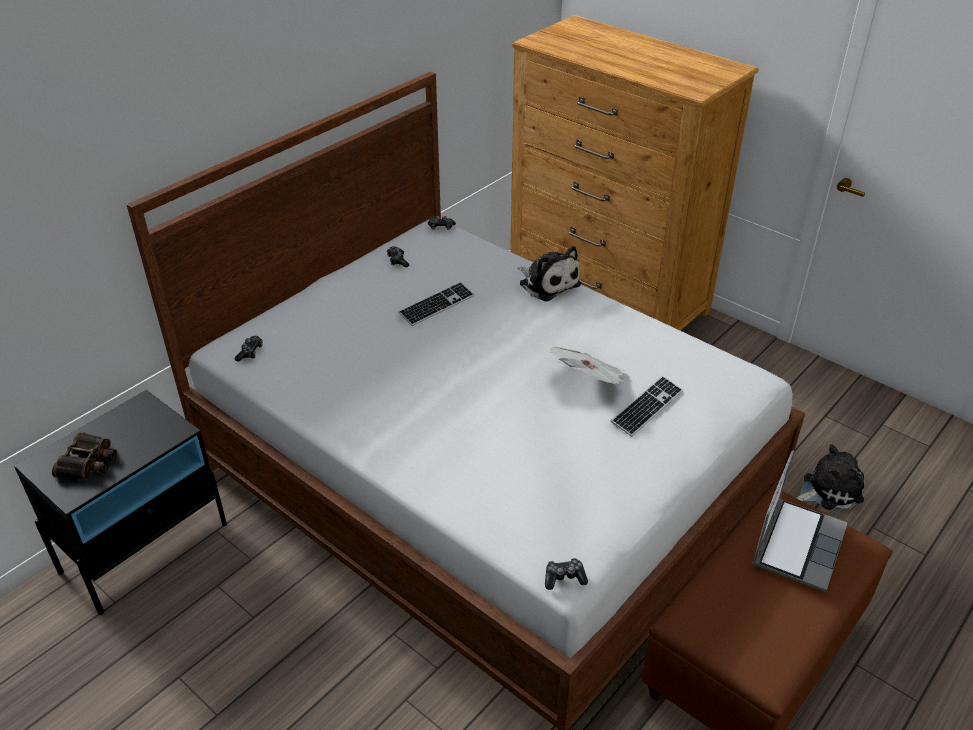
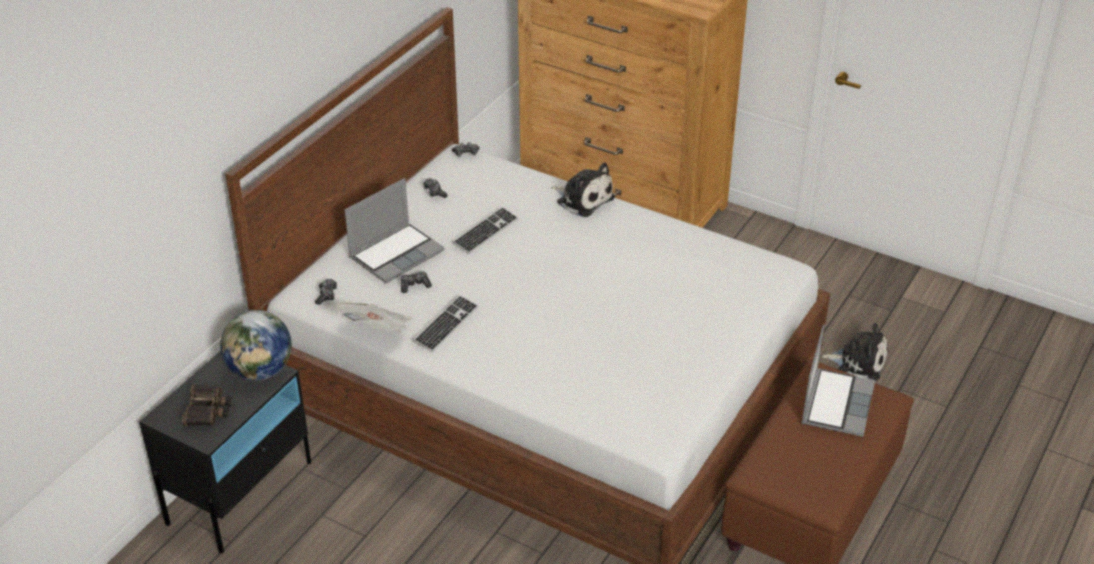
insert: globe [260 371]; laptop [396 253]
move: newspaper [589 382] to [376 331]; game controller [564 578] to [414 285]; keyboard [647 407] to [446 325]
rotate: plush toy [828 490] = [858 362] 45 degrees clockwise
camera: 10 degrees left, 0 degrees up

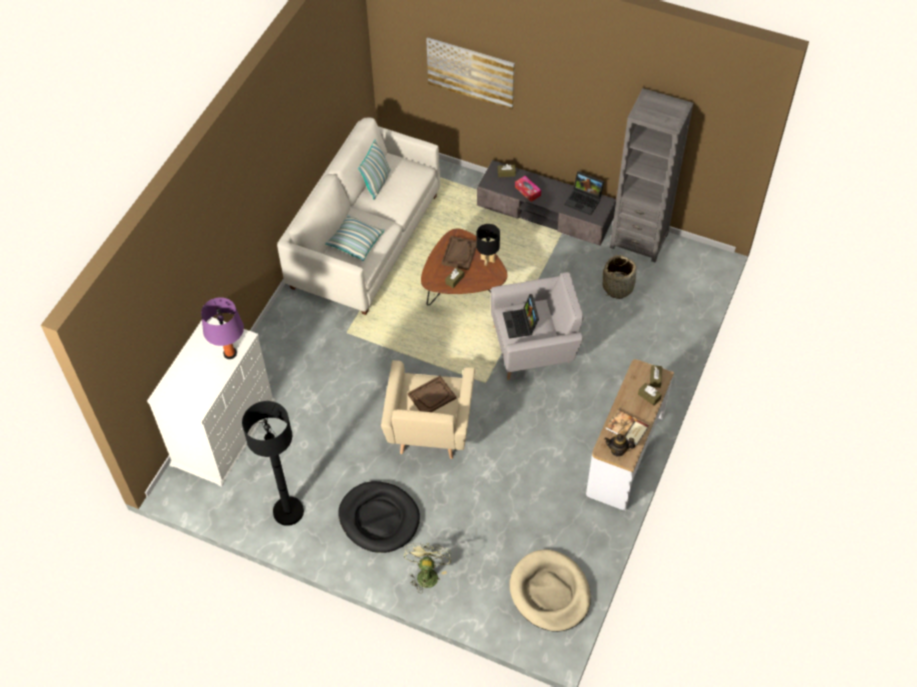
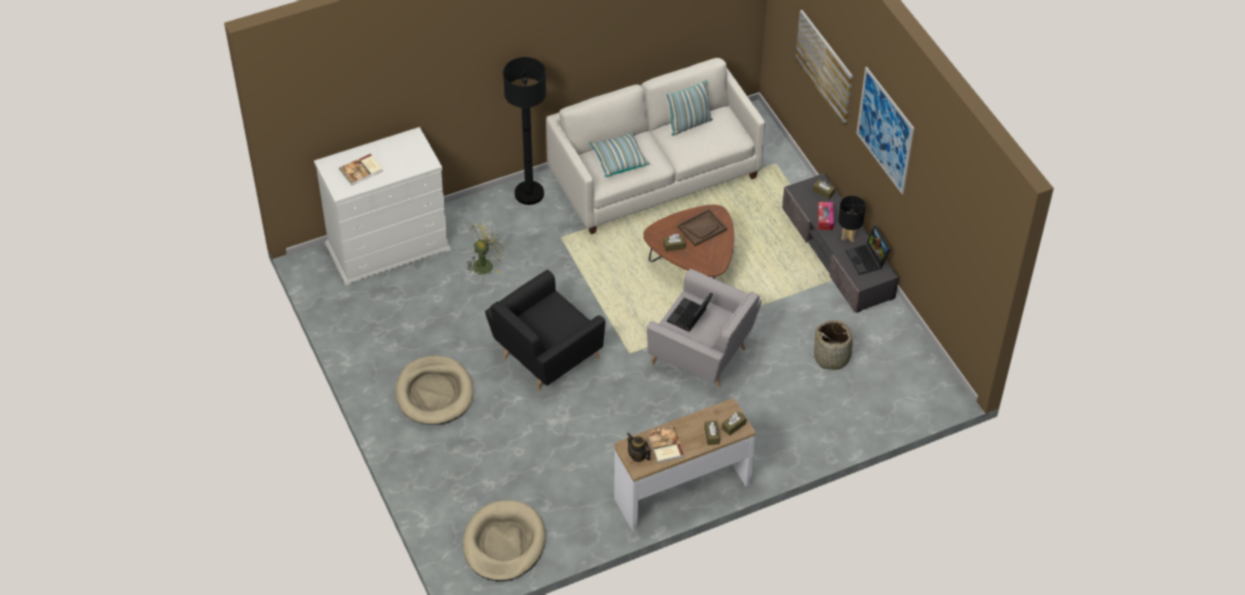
delete: purple table lamp [230 354]; brown tray [432 396]; grey bookcase [639 240]
insert: book [361 170]; picture [885 130]
move: green fan [427 573] to [485 264]; black floor lamp [288 511] to [529 193]; black table lamp [488 260] to [848 236]
recolor: black dog bed [379 518] to beige dog bed [434 393]; beige armchair [430 429] to black armchair [545 356]
camera: 40 degrees right, 5 degrees down

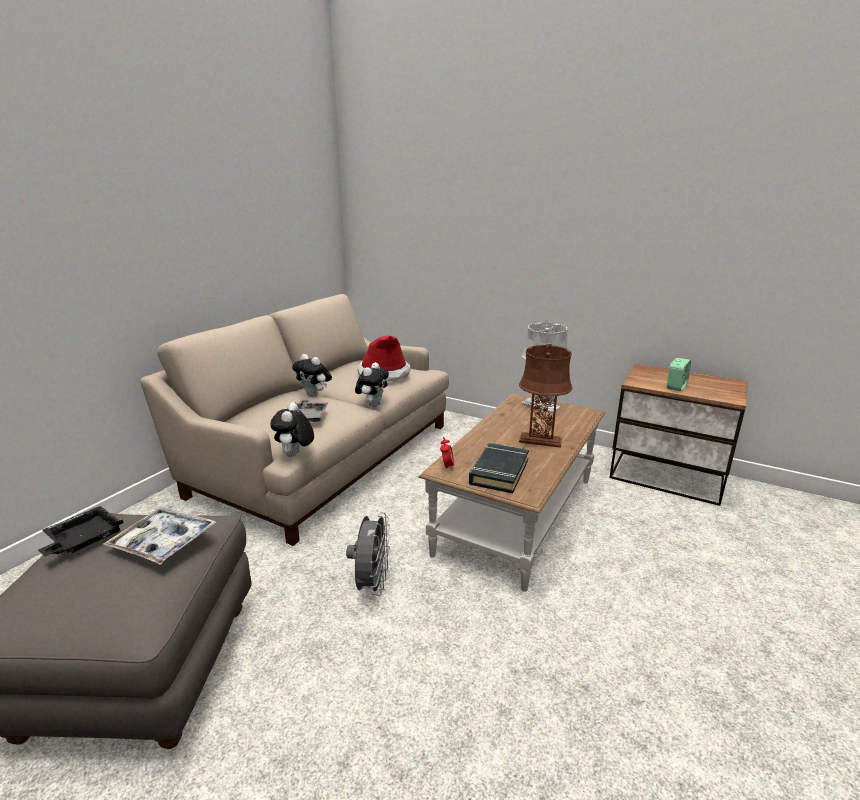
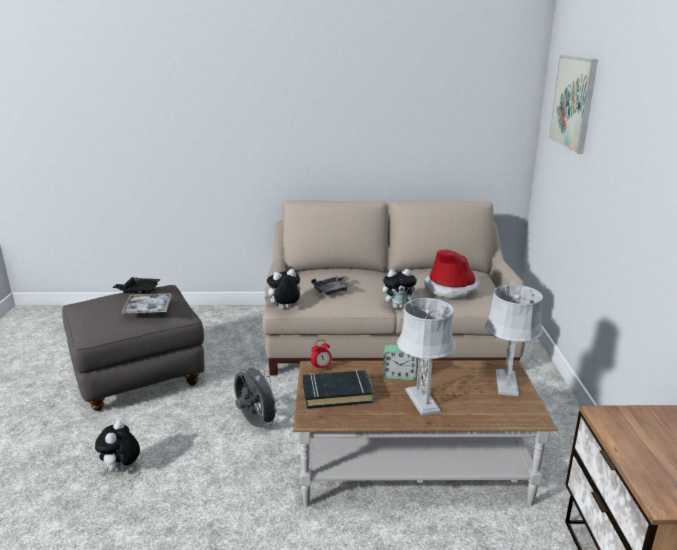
insert: picture [573 102]
move: plush toy [314 395] to [121 469]; alarm clock [676 387] to [399 375]
recolor: brown table lamp [540 441] to grey table lamp [422 401]
rotate: grey fan [372 584] = [255 424] 105 degrees counterclockwise
camera: 60 degrees right, 0 degrees up

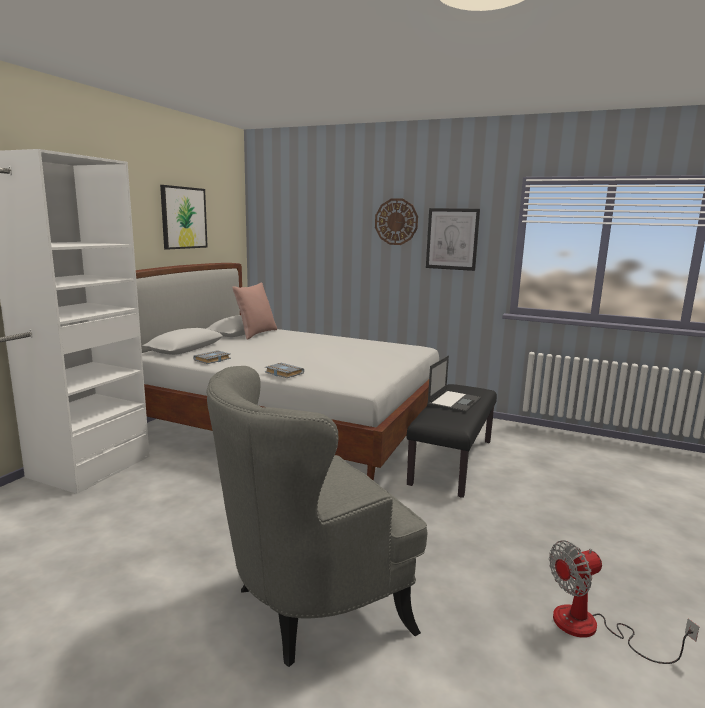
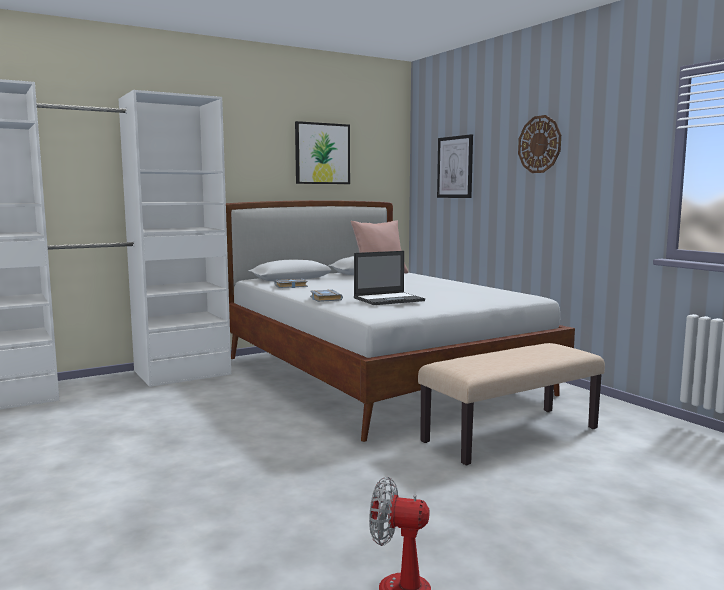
delete: grey armchair [309 606]
move: laptop [454 401] to [389 299]; picture [452 239] to [455 167]
recolor: black bench [451 461] to beige bench [511 434]
camera: 35 degrees right, 5 degrees down

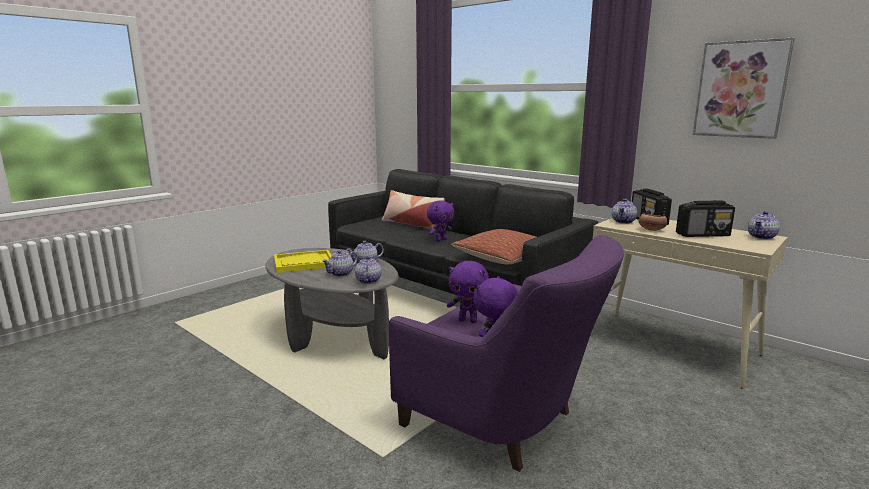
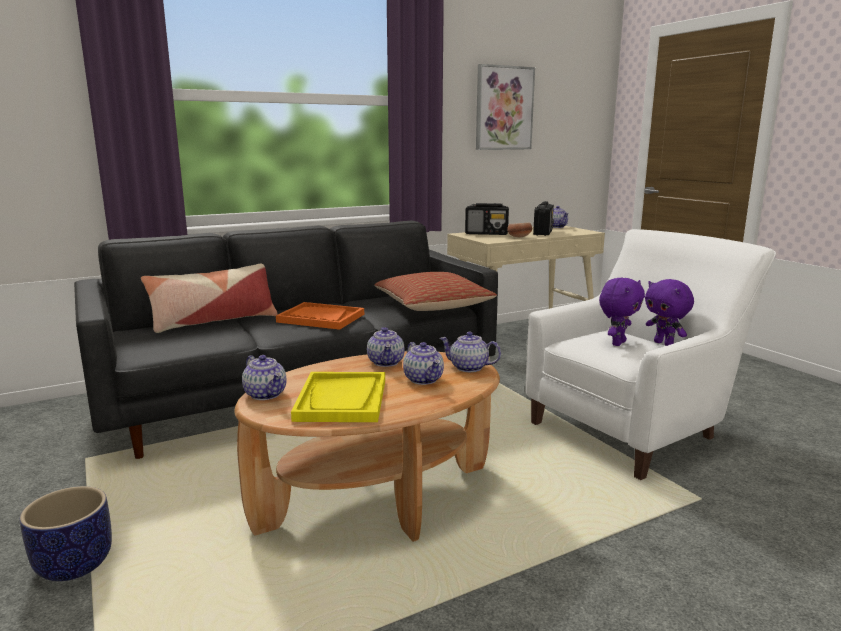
insert: planter [74 564]
move: teapot [623 221] to [266 394]
replace: purple plush toy [440 240] to orange tray [320 318]
recolor: grey coffee table [334 336] to brown coffee table [377 499]; purple armchair [503 422] to white armchair [636 429]
camera: 70 degrees left, 0 degrees up

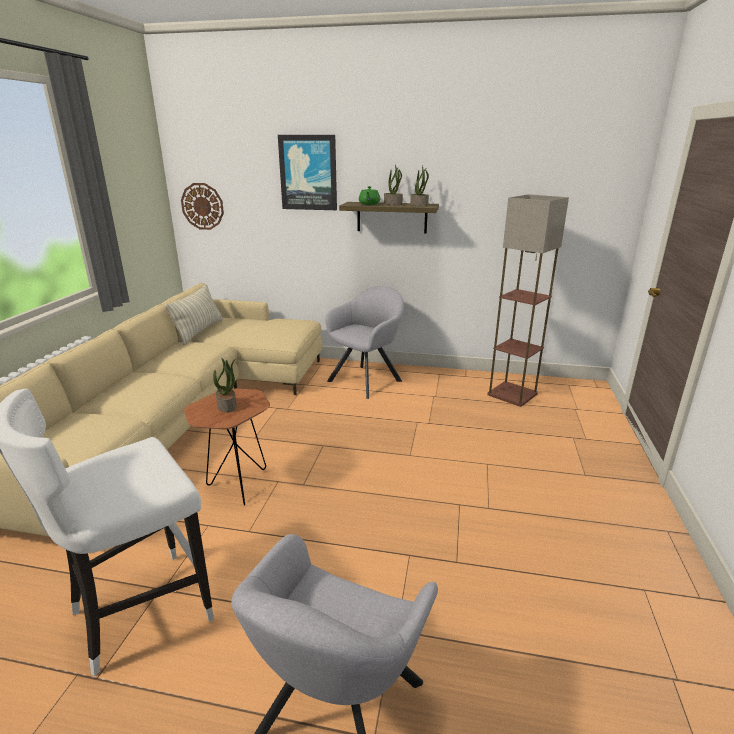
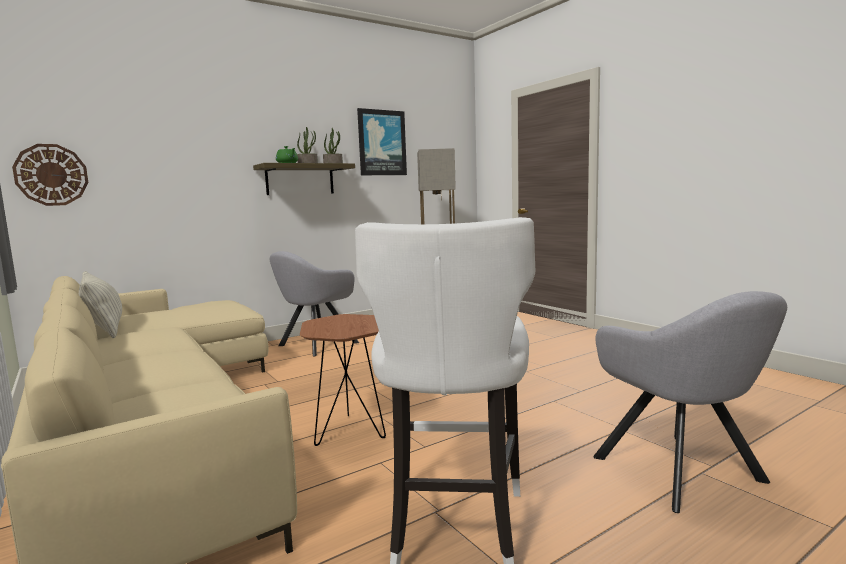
delete: potted plant [227 406]
move: picture [308 173] to [382 143]
rotate: grey armchair [367 379] = [314 345] 135 degrees counterclockwise
camera: 45 degrees left, 15 degrees down

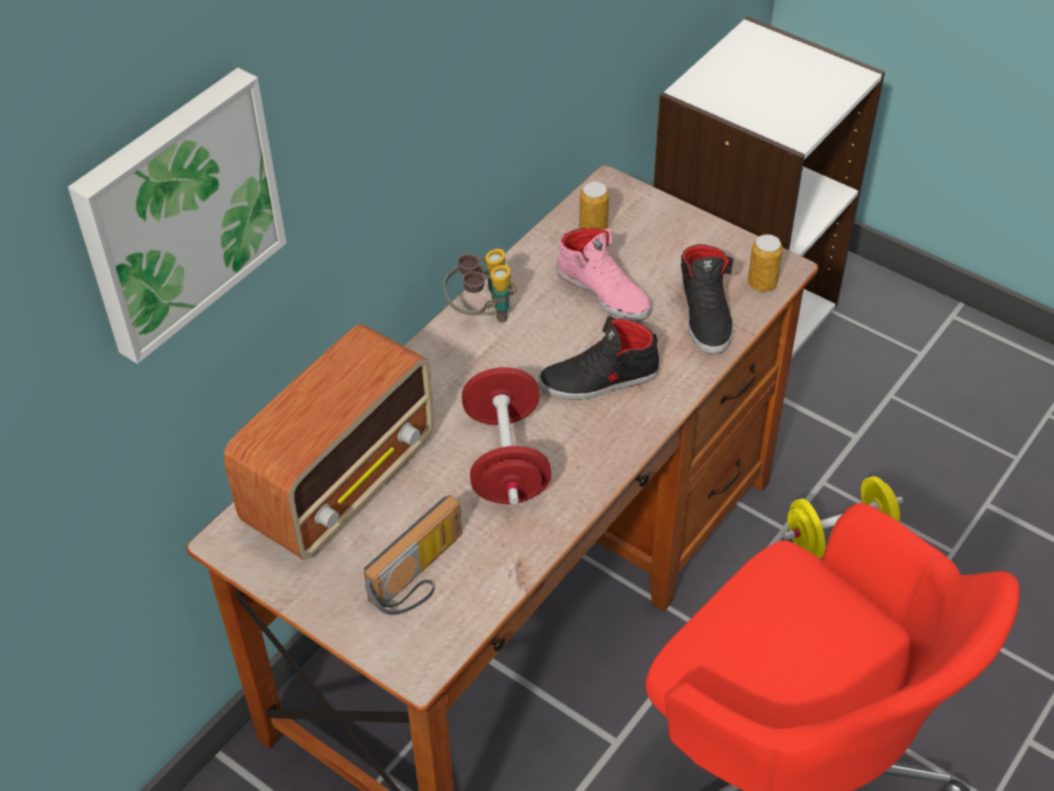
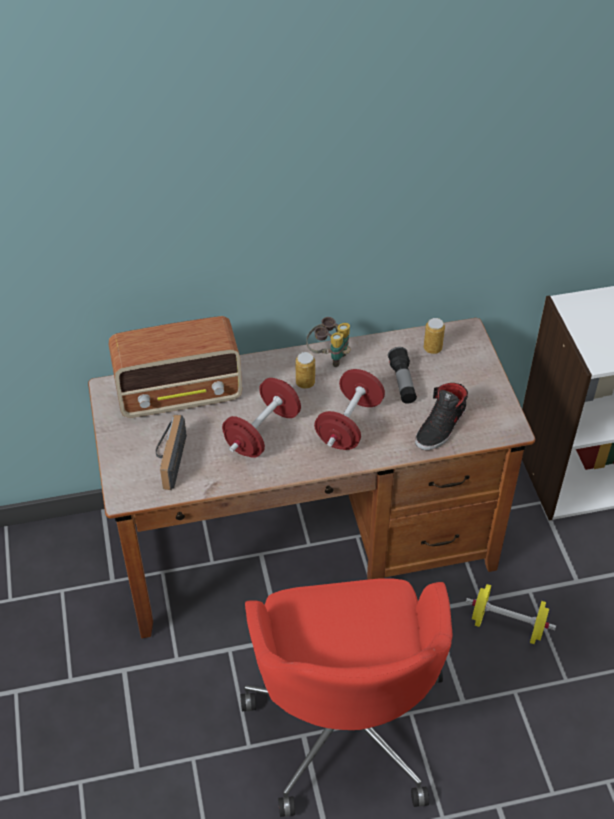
delete: picture [177 212]
move: can [762 284] to [305 383]
replace: black shoe [599 380] to red dumbbell [349 424]; pink shoe [604 291] to flashlight [402 382]
rotate: radio [421 576] = [167 459] 105 degrees clockwise
camera: 40 degrees right, 0 degrees up

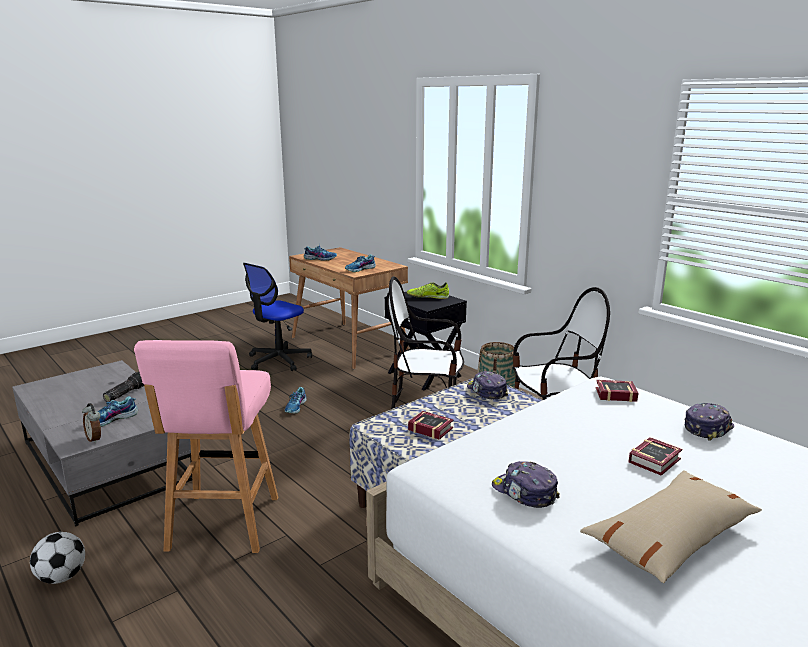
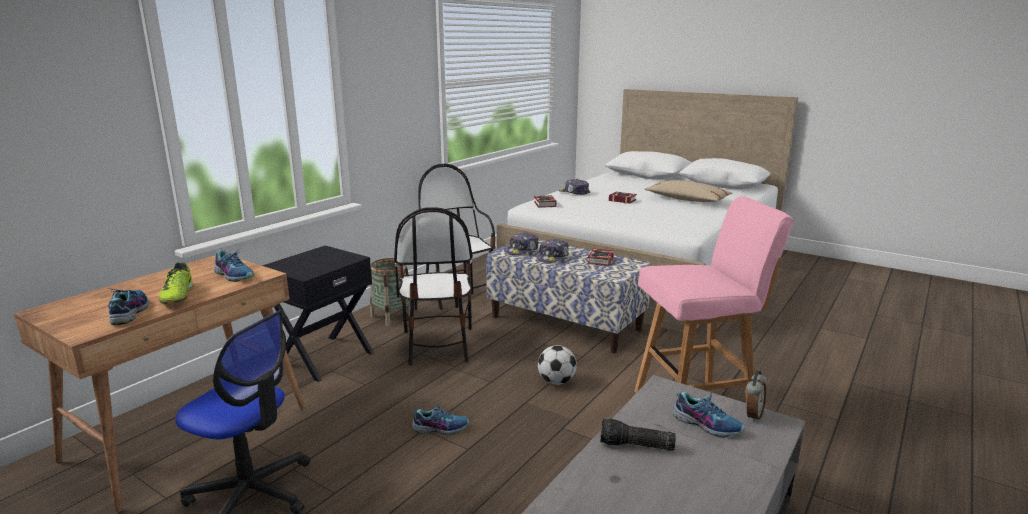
move: shoe [427 297] to [177 297]; cap [524 493] to [553 257]; football [62 577] to [556 382]
camera: 105 degrees left, 0 degrees up

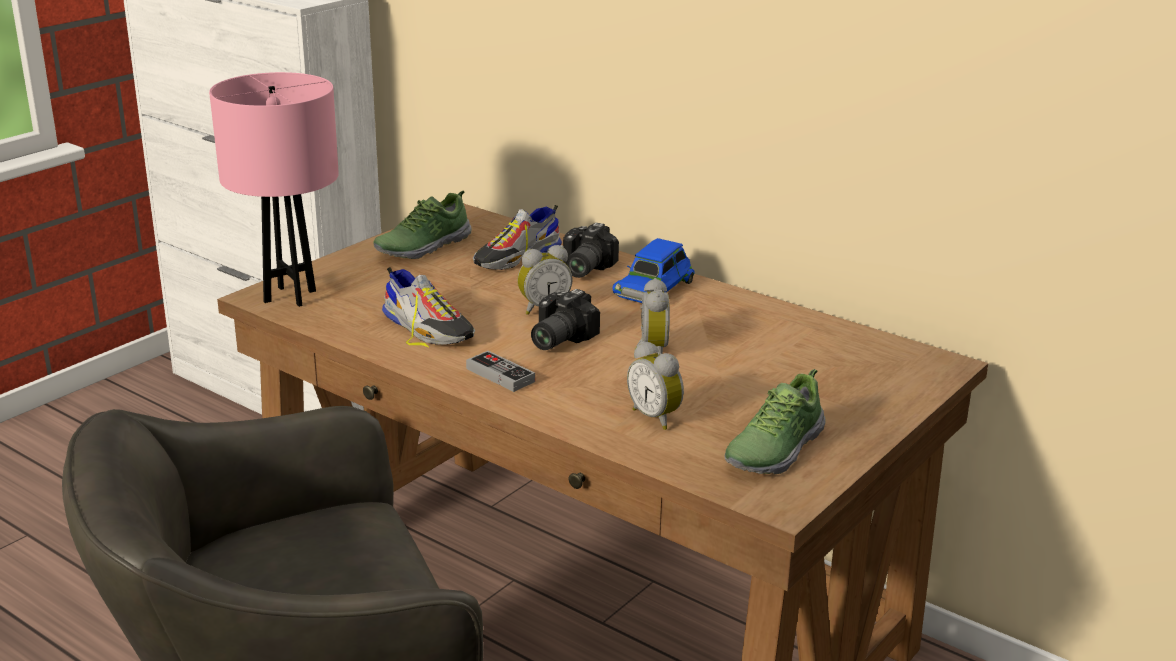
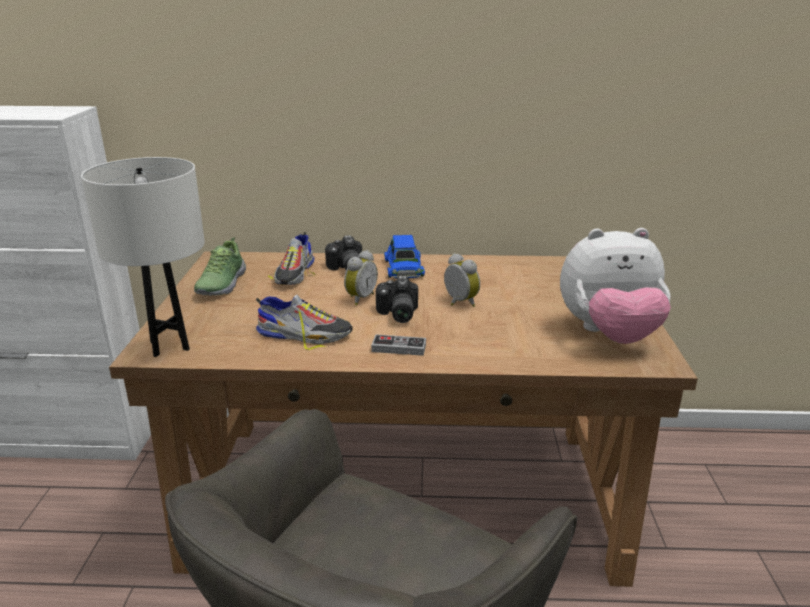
delete: alarm clock [656 417]
replace: shoe [773 449] to plush toy [609 335]
recolor: pink table lamp [289 296] to white table lamp [169 346]
camera: 35 degrees left, 0 degrees up

